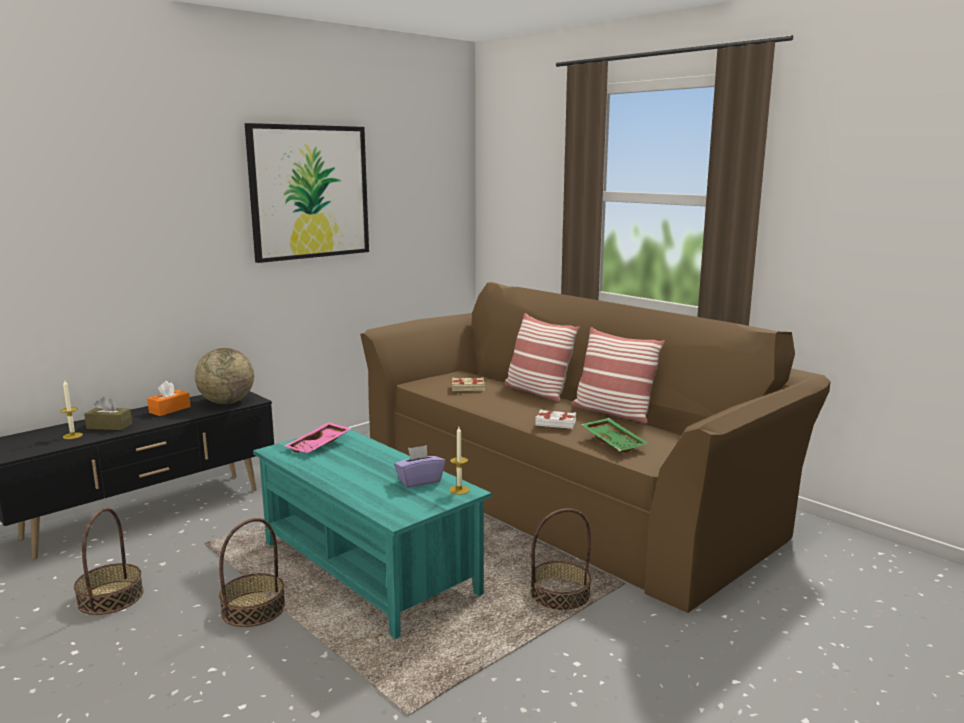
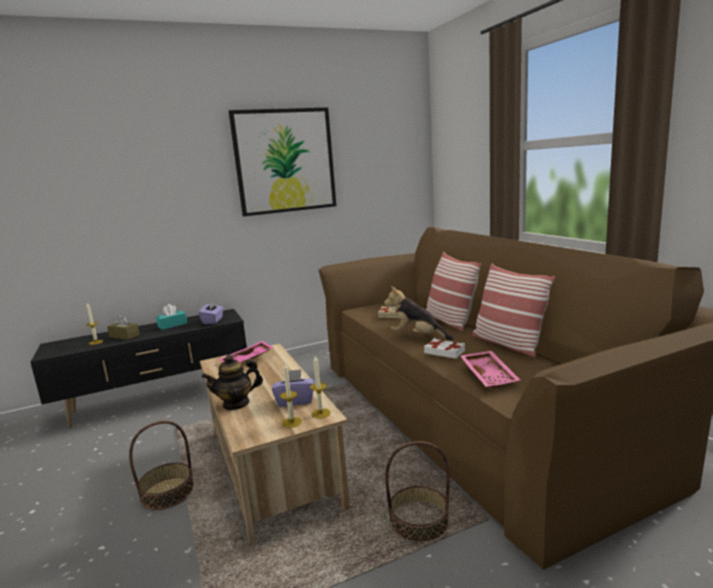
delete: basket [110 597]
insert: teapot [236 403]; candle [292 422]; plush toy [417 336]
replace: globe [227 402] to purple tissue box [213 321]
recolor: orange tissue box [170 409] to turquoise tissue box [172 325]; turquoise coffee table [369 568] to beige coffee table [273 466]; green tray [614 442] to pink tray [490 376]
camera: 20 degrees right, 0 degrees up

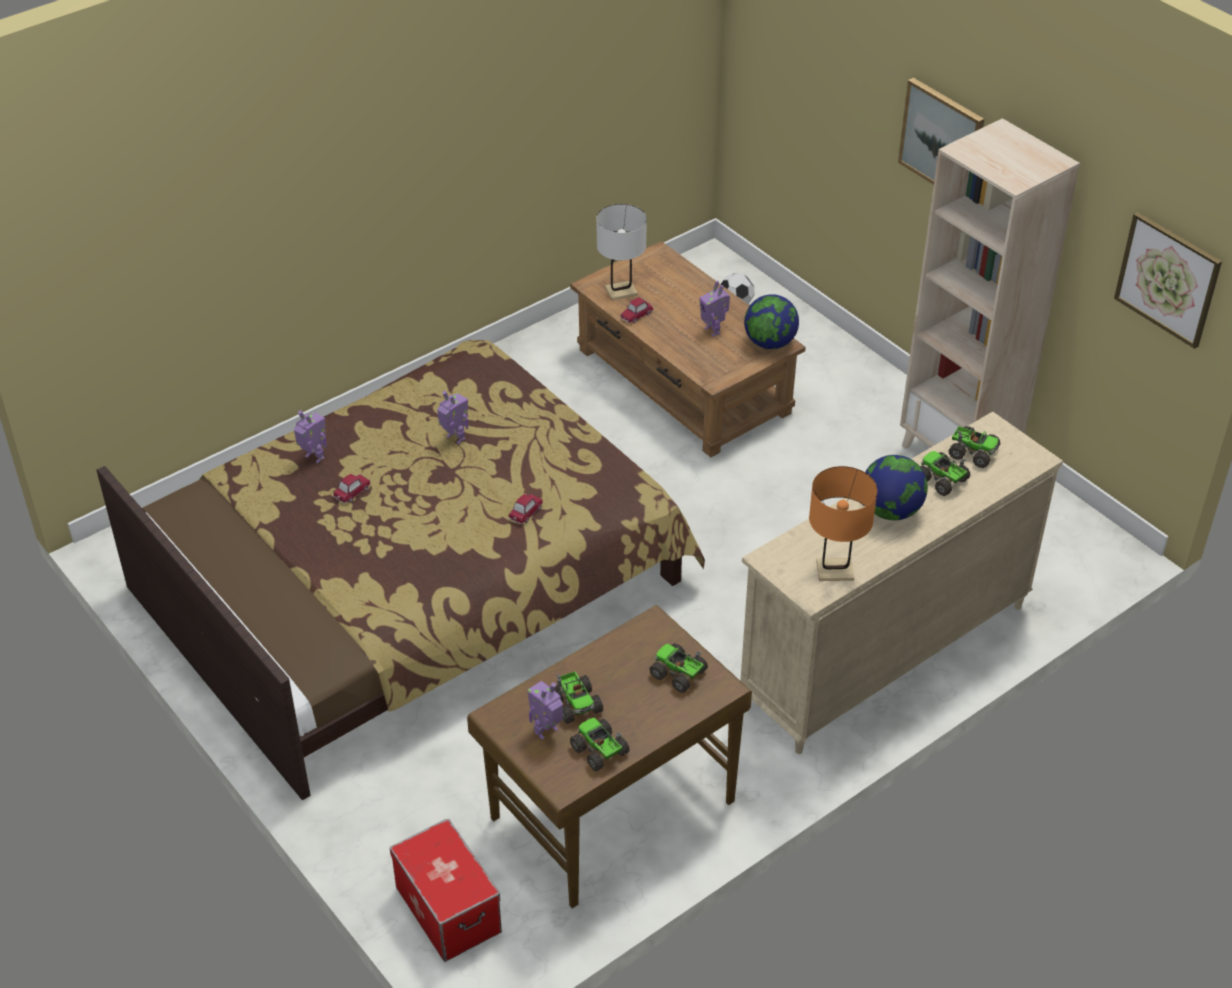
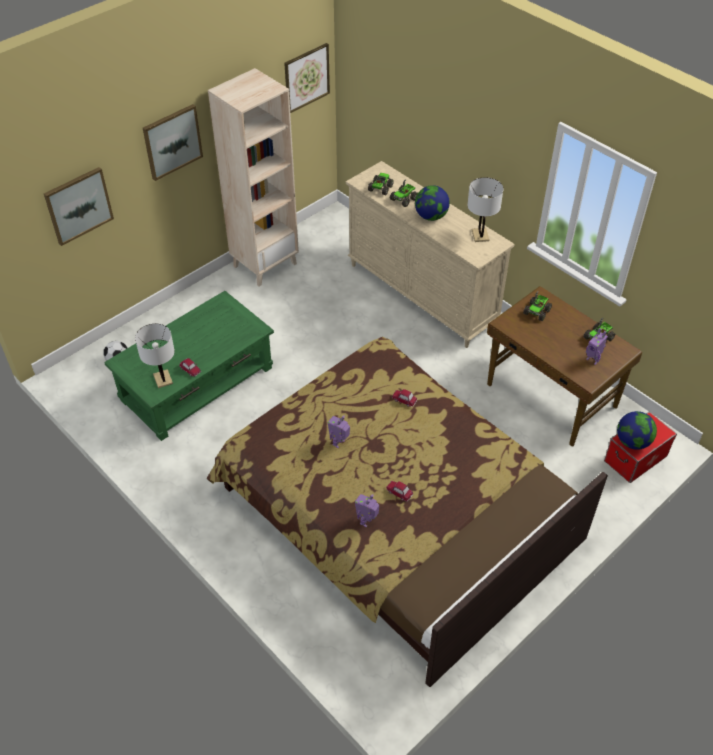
delete: toy truck [576 704]; toy robot [713 330]
insert: picture [78 205]
move: globe [769 343] to [632 442]
recolor: brown coffee table [684 381] to green coffee table [197 383]; orange table lamp [834 571] to white table lamp [480 235]
camera: 95 degrees left, 5 degrees up

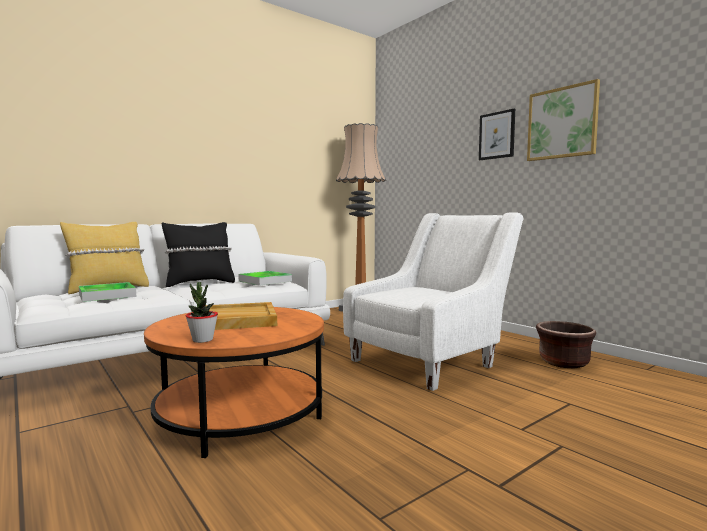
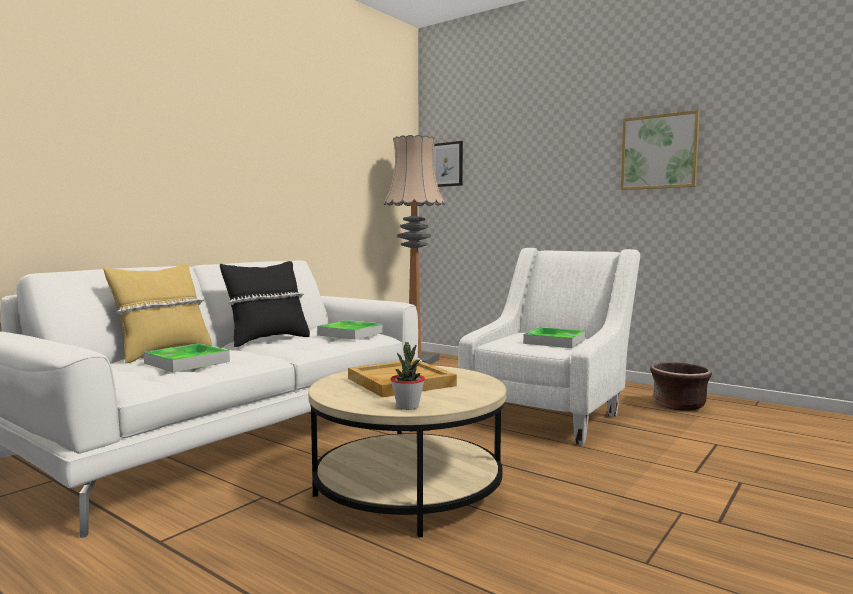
insert: tray [554 341]
move: picture [497 135] to [447 164]
recolor: orange coffee table [241 413] to beige coffee table [408 489]
camera: 15 degrees left, 0 degrees up

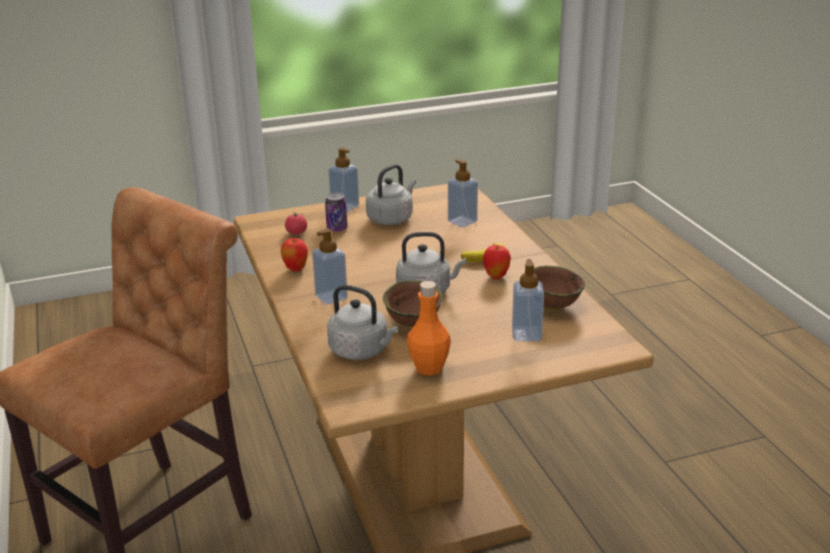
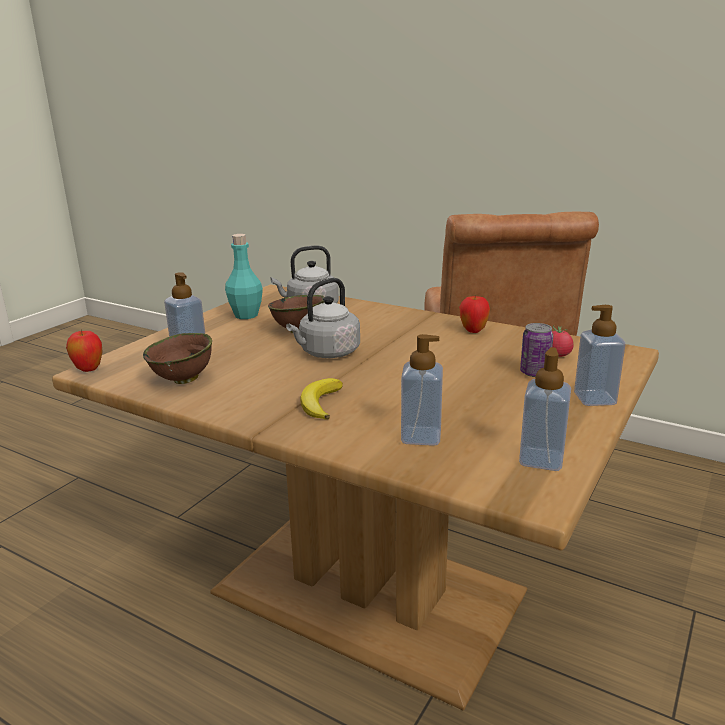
delete: grey kettle [391 218]
move: apple [496 276] to [88 370]; soap dispenser [331 297] to [541 459]
recolor: orange bottle [429 368] to turquoise bottle [246 315]
camera: 140 degrees right, 5 degrees down

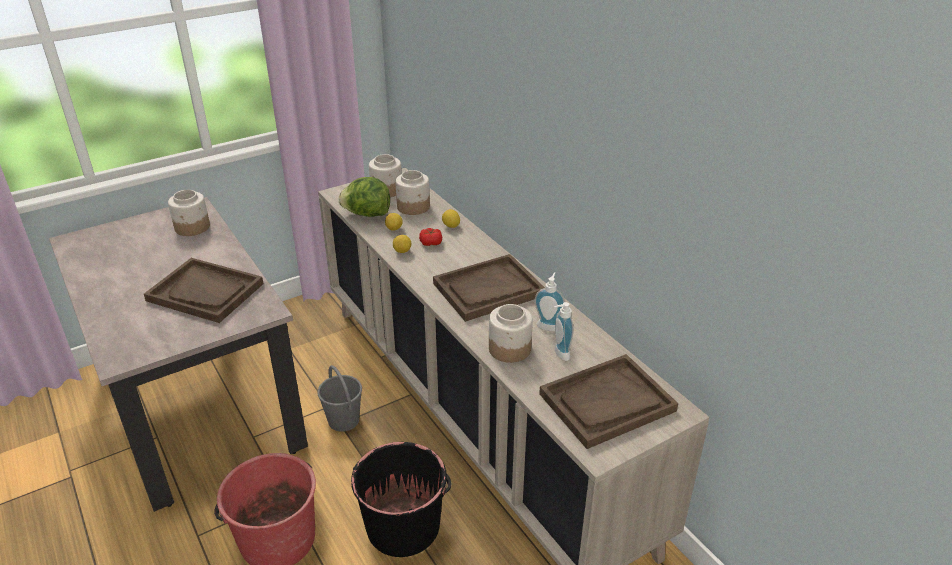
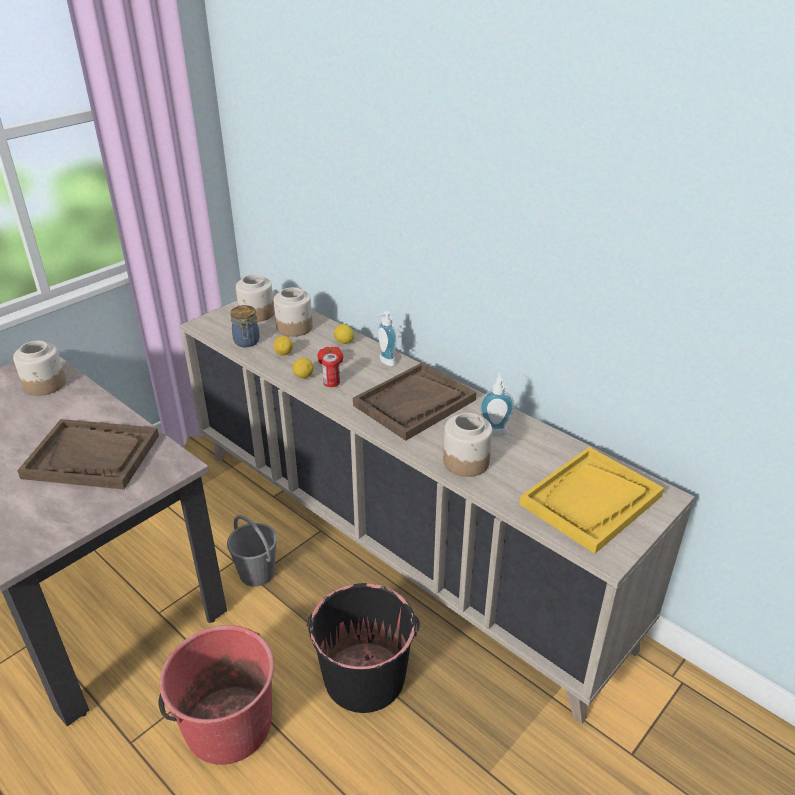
insert: can [331 384]
move: soap dispenser [559 354] to [385 362]
replace: lettuce [367 214] to jar [246 342]
recolor: brown tray [607 403] to yellow tray [591 500]
camera: 15 degrees left, 0 degrees up

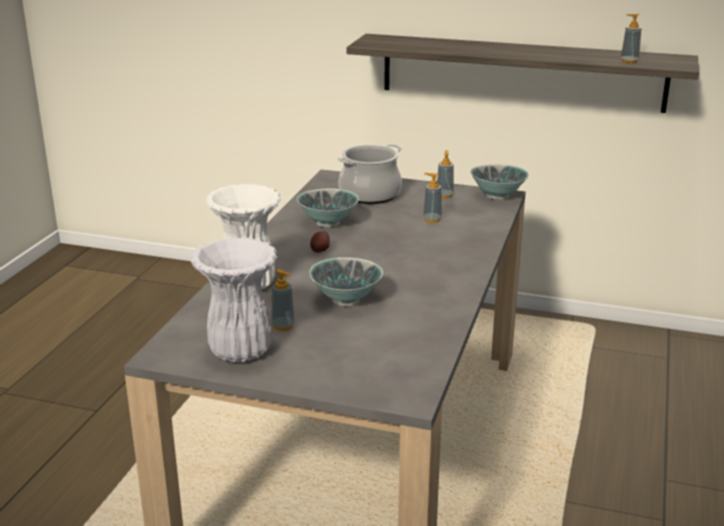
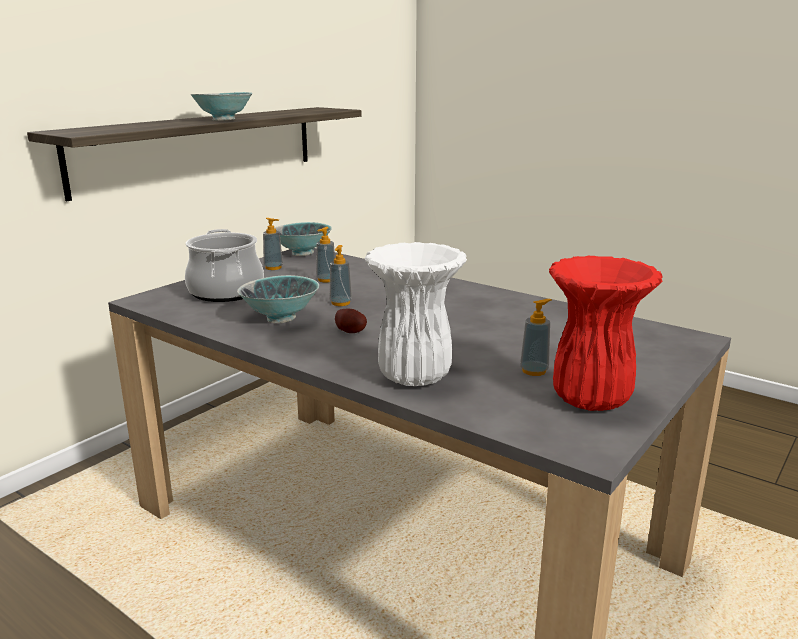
move: bowl [346 301] to [224 120]; soap dispenser [629 61] to [340 303]
recolor: white vase [239 352] to red vase [592 400]
camera: 70 degrees left, 5 degrees down

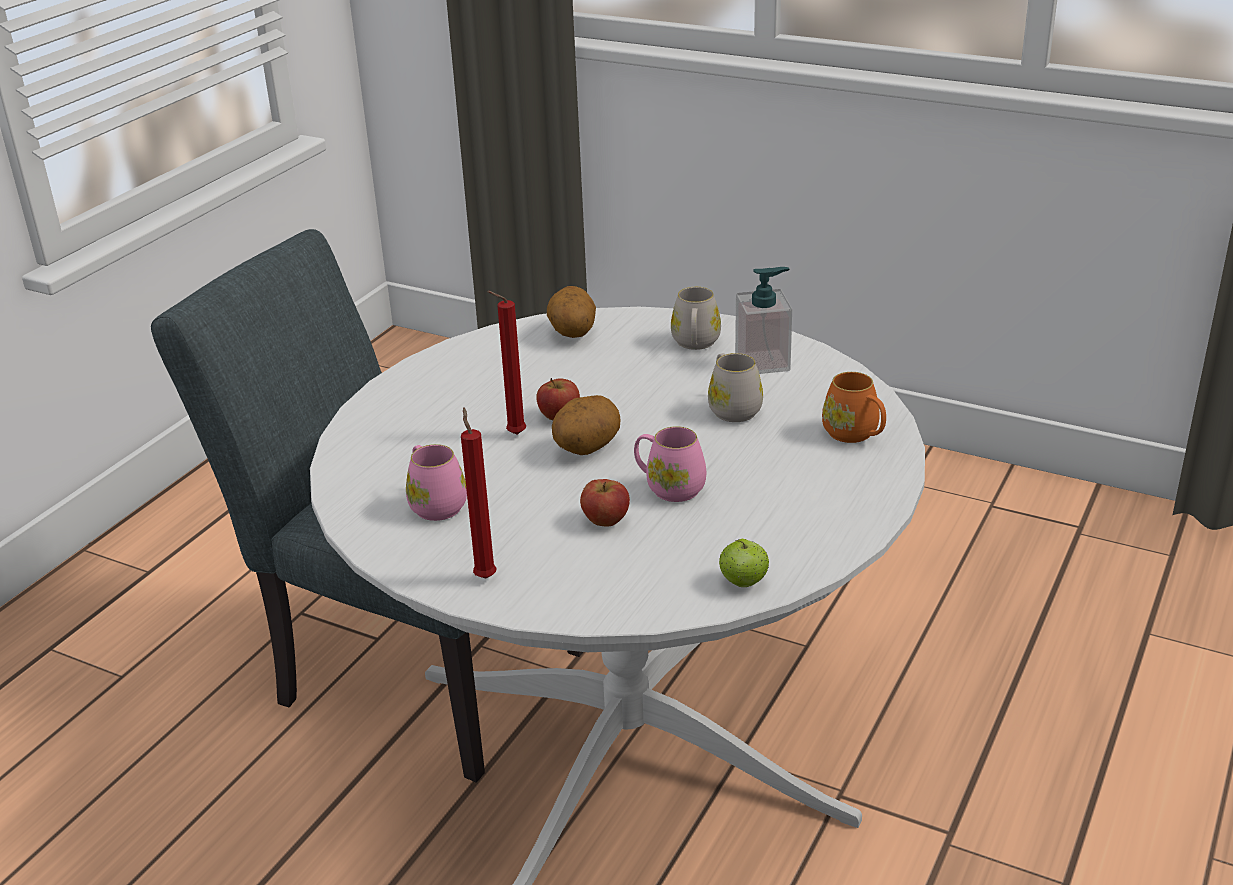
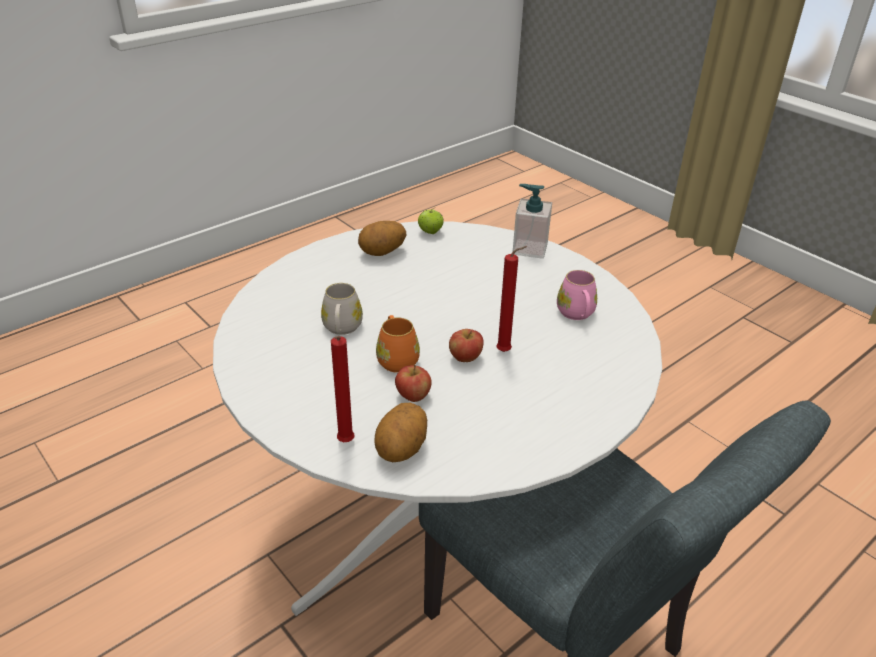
delete: pink mug [669 487]; white mug [695 344]
move: red candle [484 576] to [345 443]; potato [586 448] to [382 253]; orange mug [855 435] to [396 358]; apple [605 521] to [413 396]; soap dispenser [762 362] to [529 249]
camera: 160 degrees left, 5 degrees up

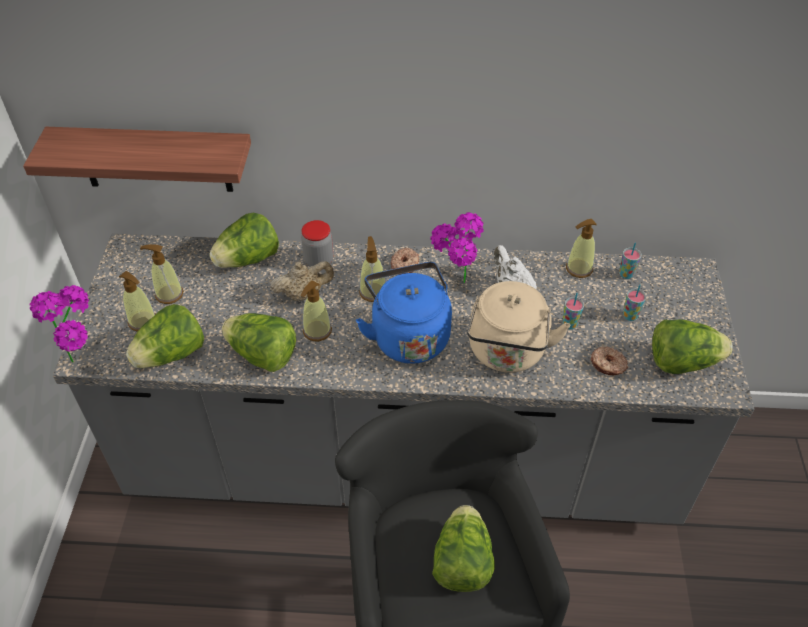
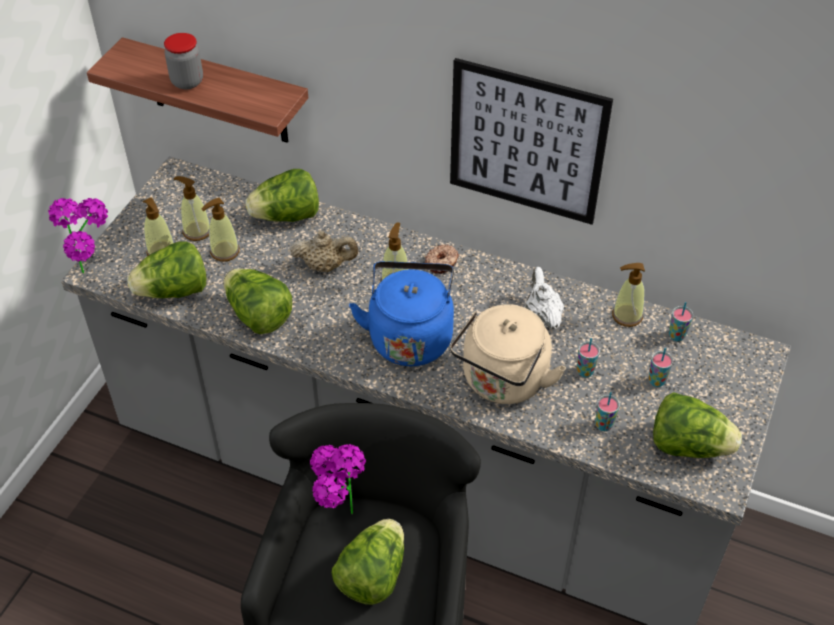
insert: picture [526 142]
move: jar [319 260] to [187 81]; soap dispenser [317 331] to [224 252]; potted plant [455 287] to [338 516]
replace: donut [607 365] to cup [603 425]
camera: 20 degrees right, 0 degrees up

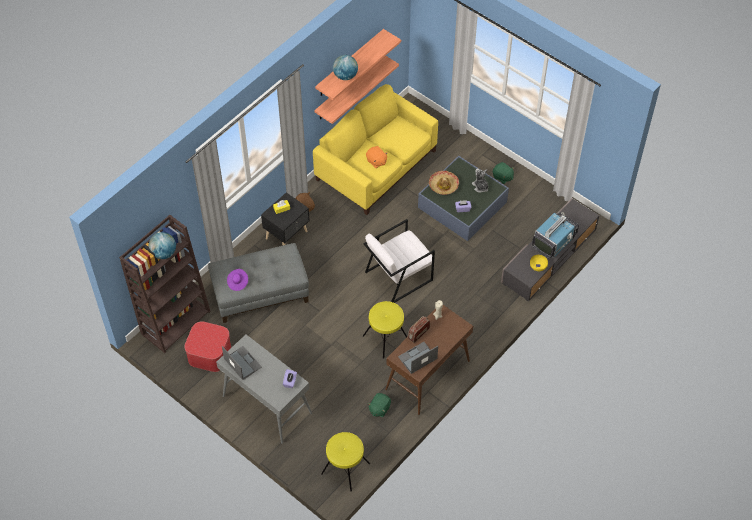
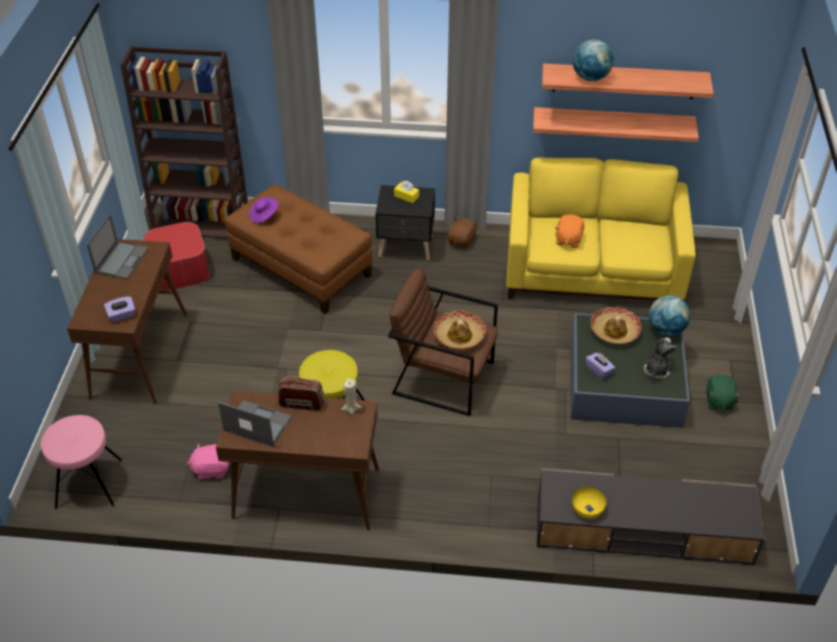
delete: television [554 241]
insert: hat [459 335]
move: globe [164 253] to [666 329]
recolor: yellow stool [345 469] to pink stool [88 483]; grey console table [266 404] to brown console table [139 355]; green plush toy [379 408] to pink plush toy [211 469]; grey ottoman [260 292] to brown ottoman [302 266]; white armchair [398 276] to brown armchair [443 377]
camera: 55 degrees right, 10 degrees down

